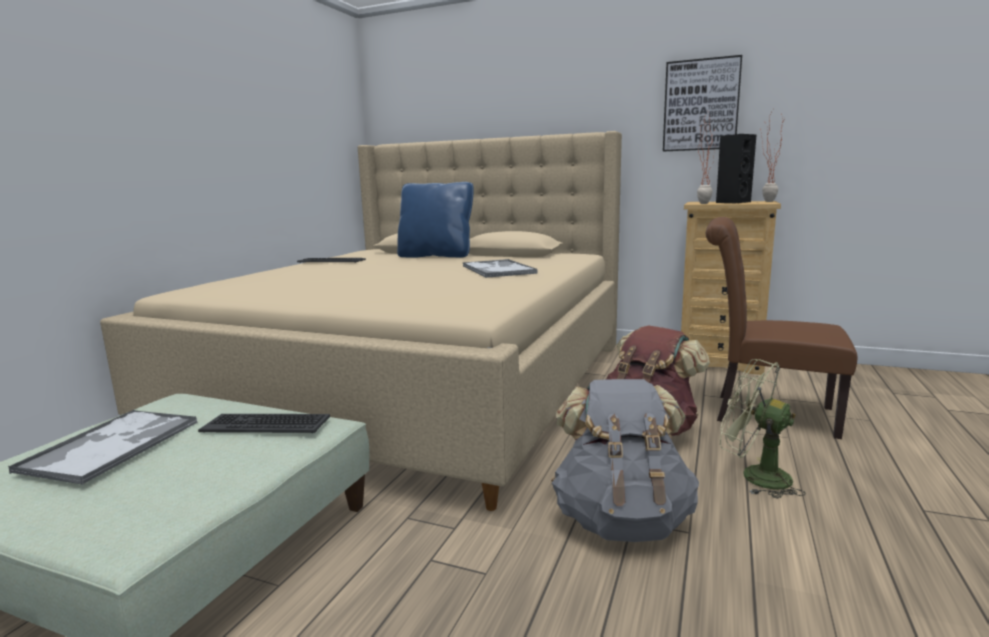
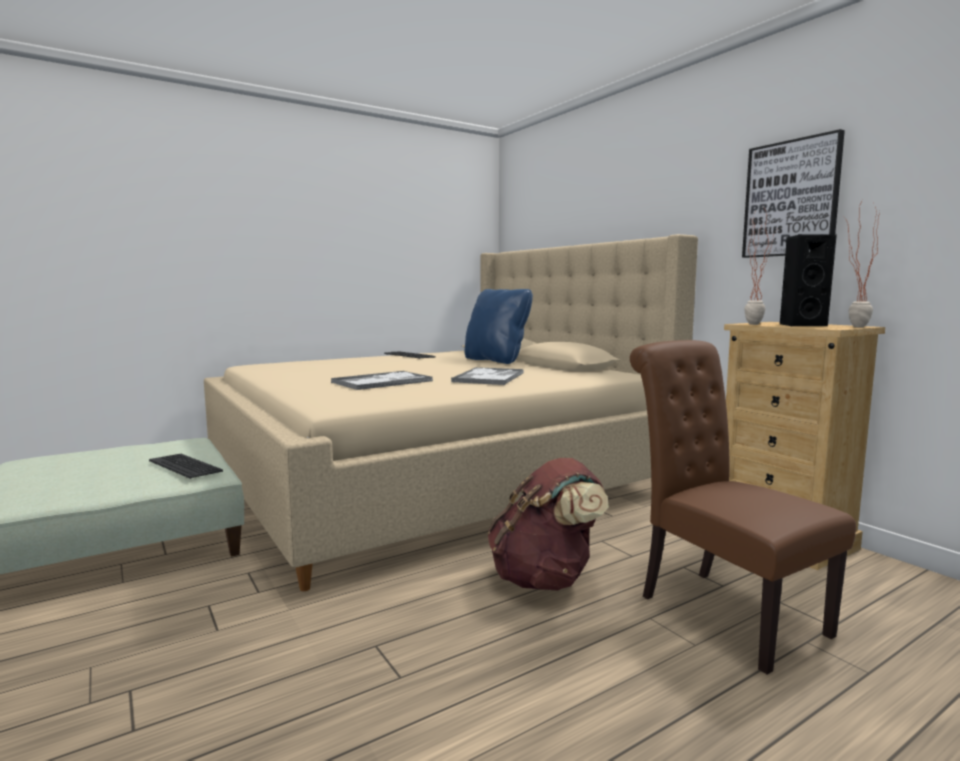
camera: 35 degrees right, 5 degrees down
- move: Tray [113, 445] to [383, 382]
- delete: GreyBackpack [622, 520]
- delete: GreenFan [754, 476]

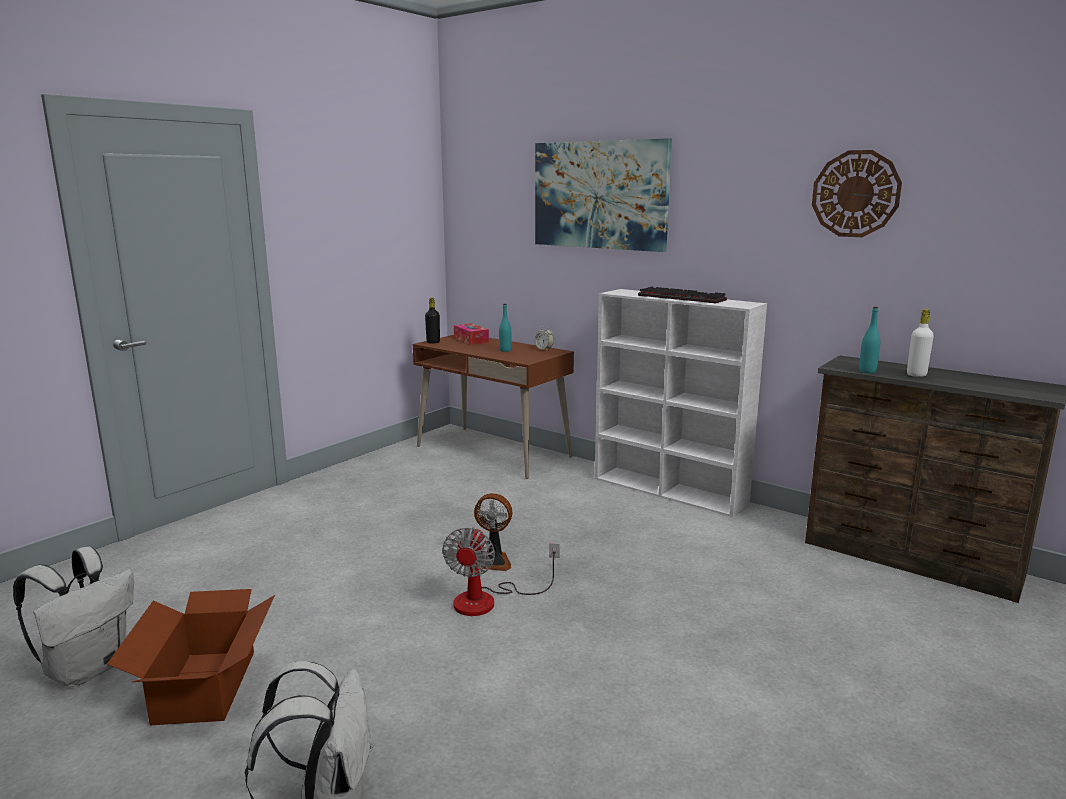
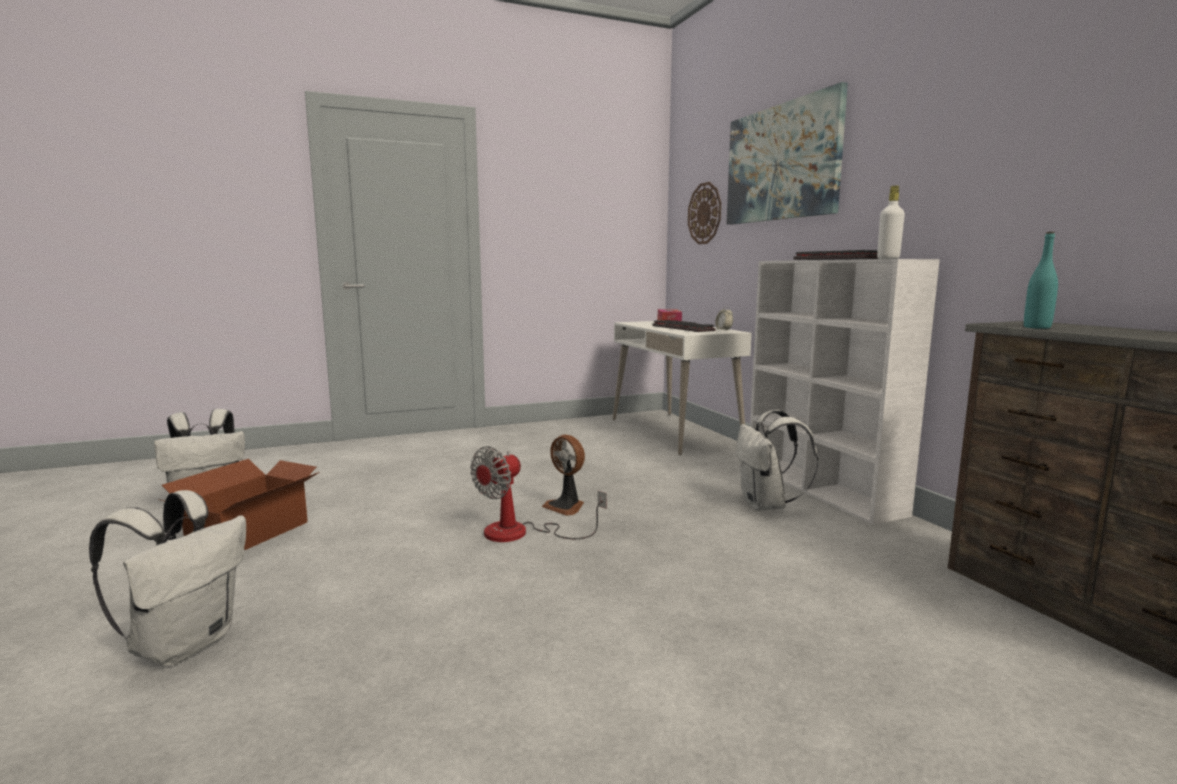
camera: 30 degrees right, 5 degrees down
- recolor: BrownDesk [493, 452] to WhiteDesk [674, 432]
- replace: TurquoiseBottle [505, 350] to Keyboard [684, 328]
- move: WallClock [855, 194] to [704, 213]
- insert: WhiteBackpack [766, 505]
- move: WhiteBottle [916, 375] to [888, 259]
- delete: BlackBottle [433, 342]

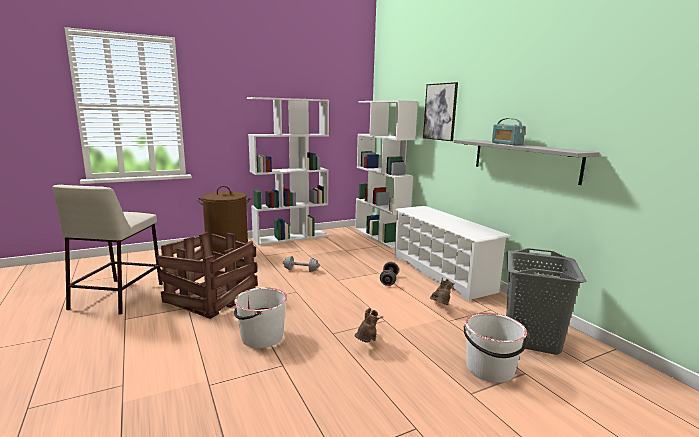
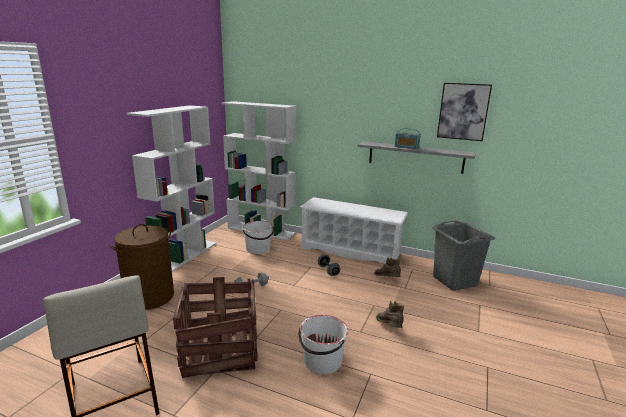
camera: 40 degrees left, 5 degrees up
- move: WhiteBucket [490, 369] to [258, 249]
- move: Picture [440, 112] to [463, 111]

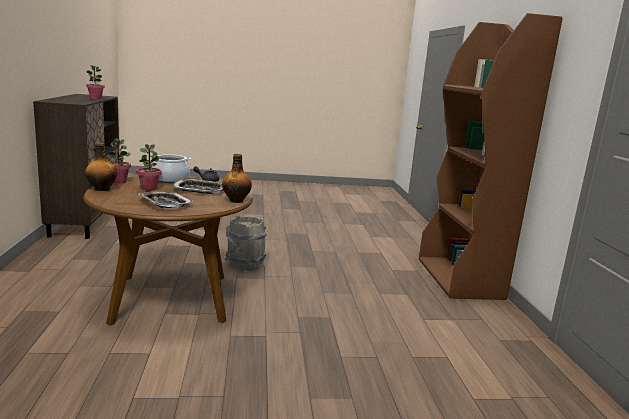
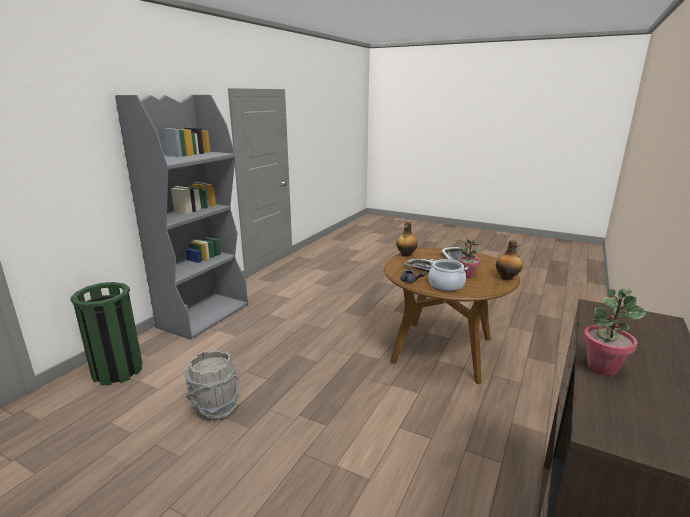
camera: 145 degrees left, 5 degrees up
- insert: GreenTrashCan [118, 371]
- recolor: BrownBookcase [460, 279] to GreyBookcase [204, 315]
- move: GreyBucket [245, 265] to [215, 407]
- delete: PottedPlant [119, 182]

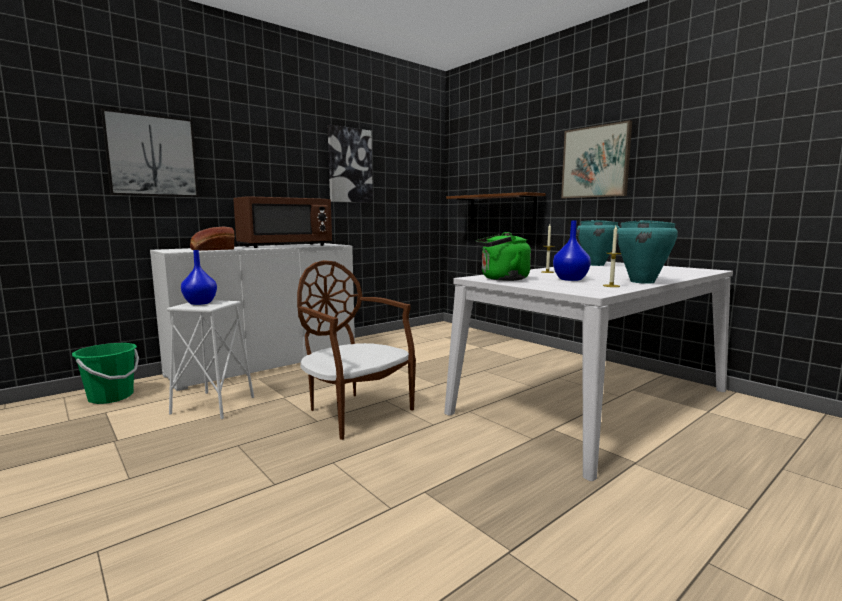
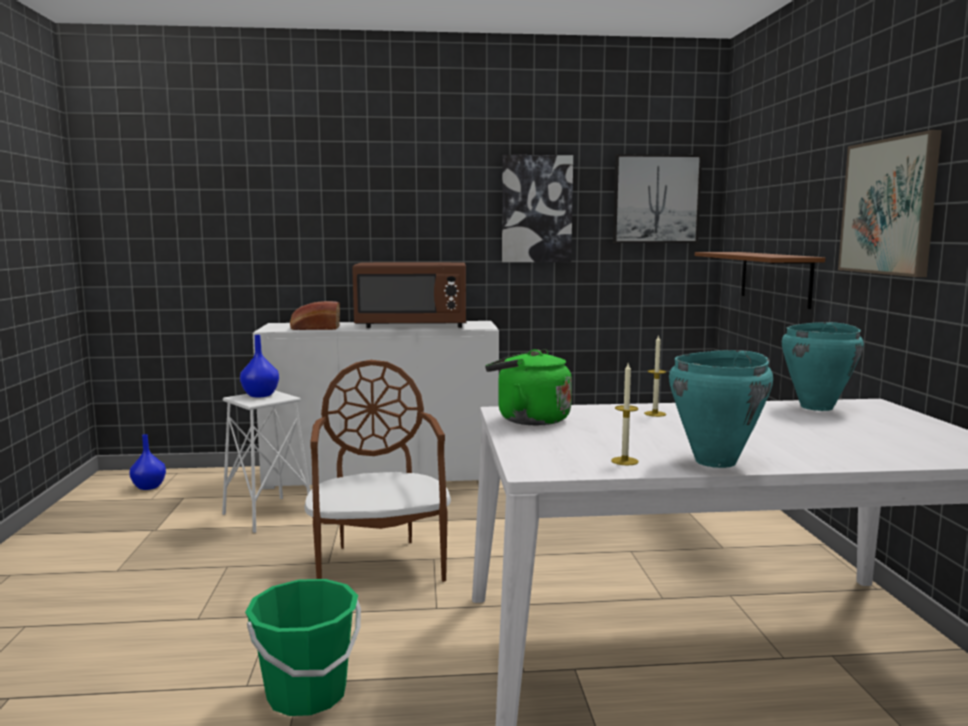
camera: 35 degrees right, 0 degrees up
- move: BlueVase [569, 279] to [148, 487]
- move: GreenBucket [111, 397] to [307, 694]
- move: Picture [152, 156] to [656, 199]

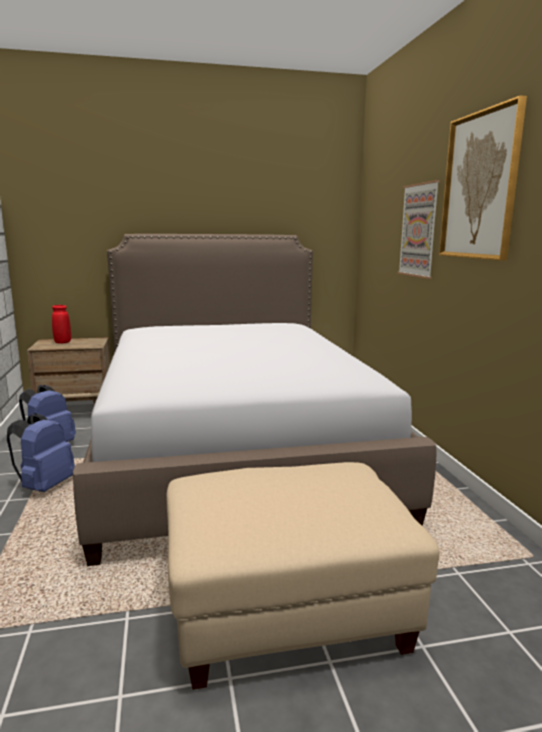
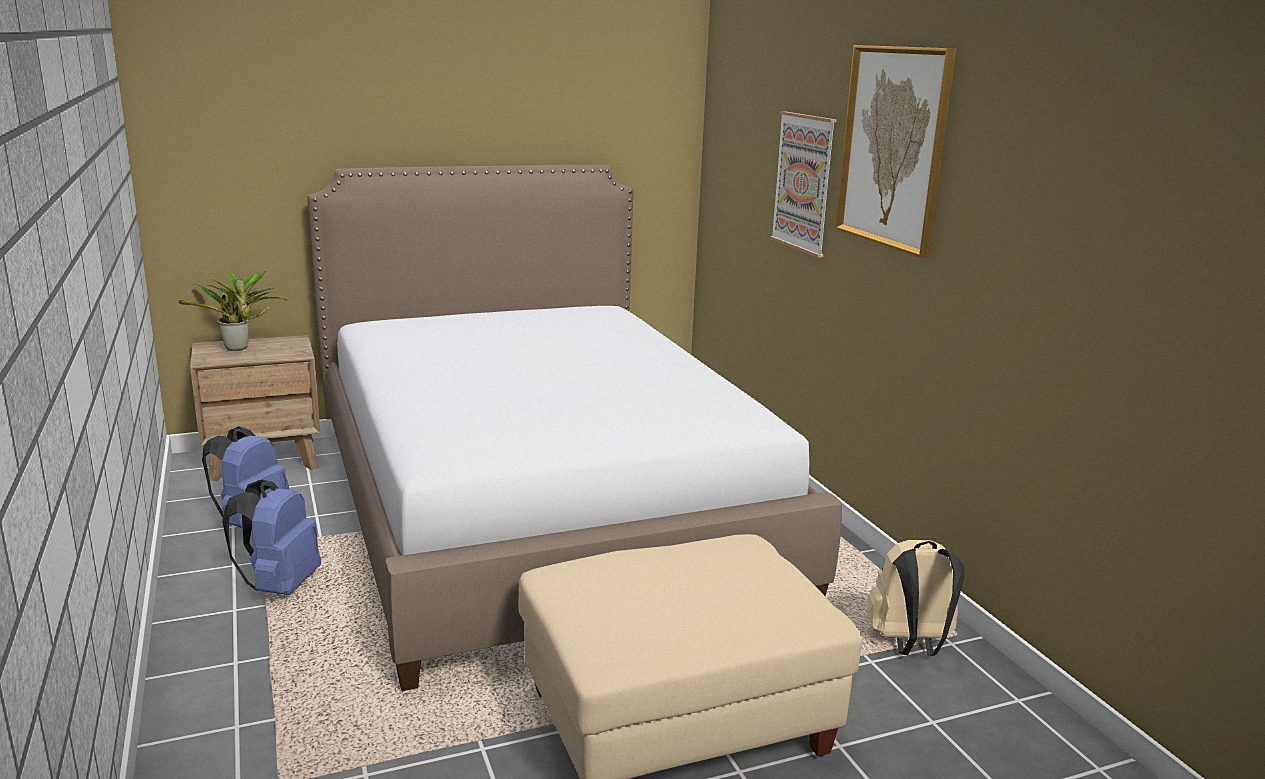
camera: 10 degrees left, 5 degrees up
- replace: RedVase [63, 342] to PottedPlant [239, 348]
- insert: BeigeBackpack [910, 644]

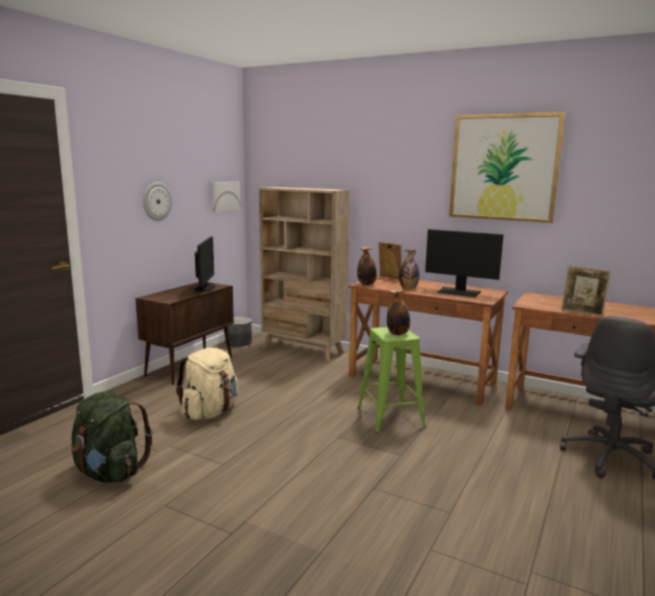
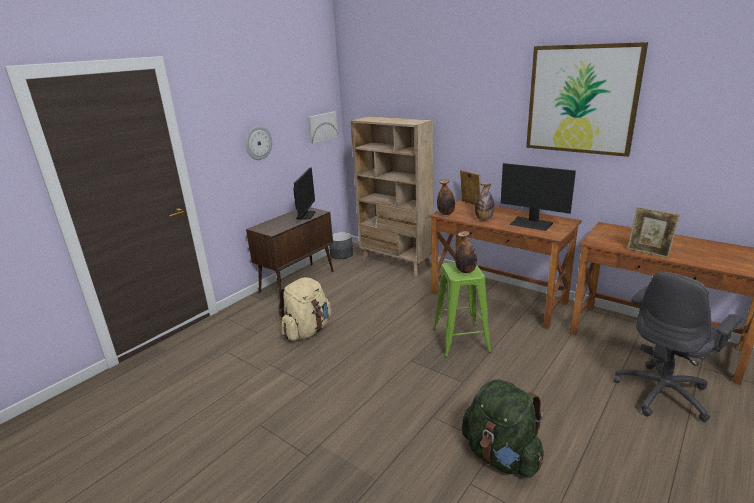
camera: 10 degrees right, 10 degrees up
- move: GreenBackpack [109, 472] to [501, 456]

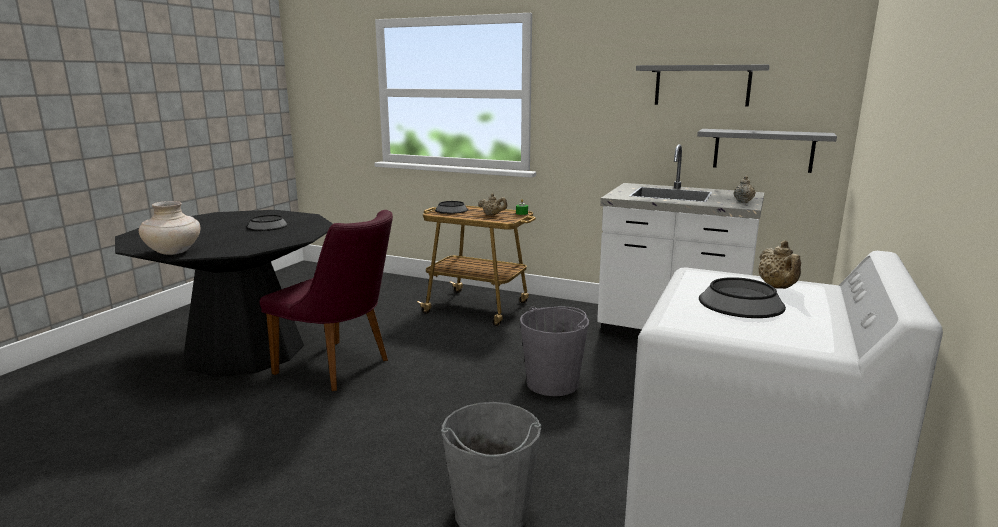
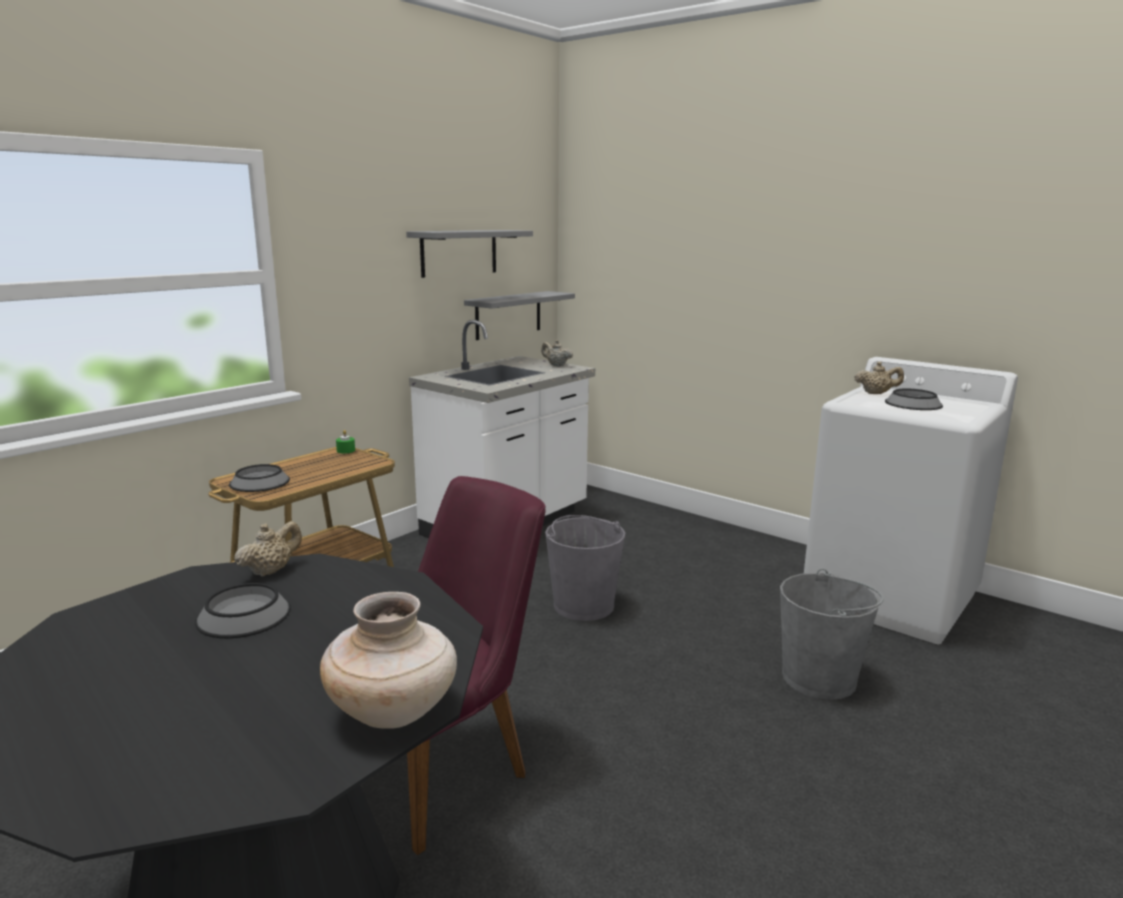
camera: 75 degrees left, 0 degrees up
- move: BeigeTeapot [492, 215] to [271, 571]

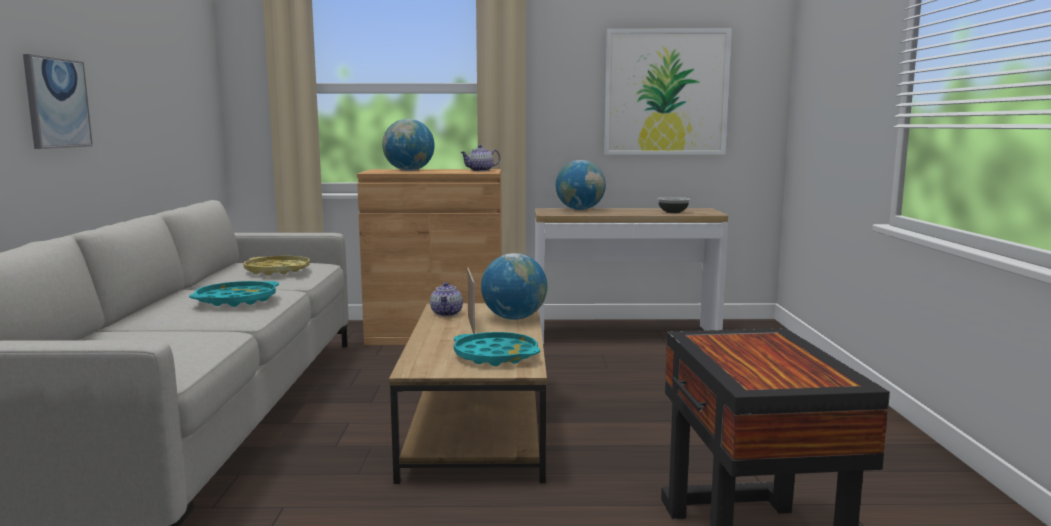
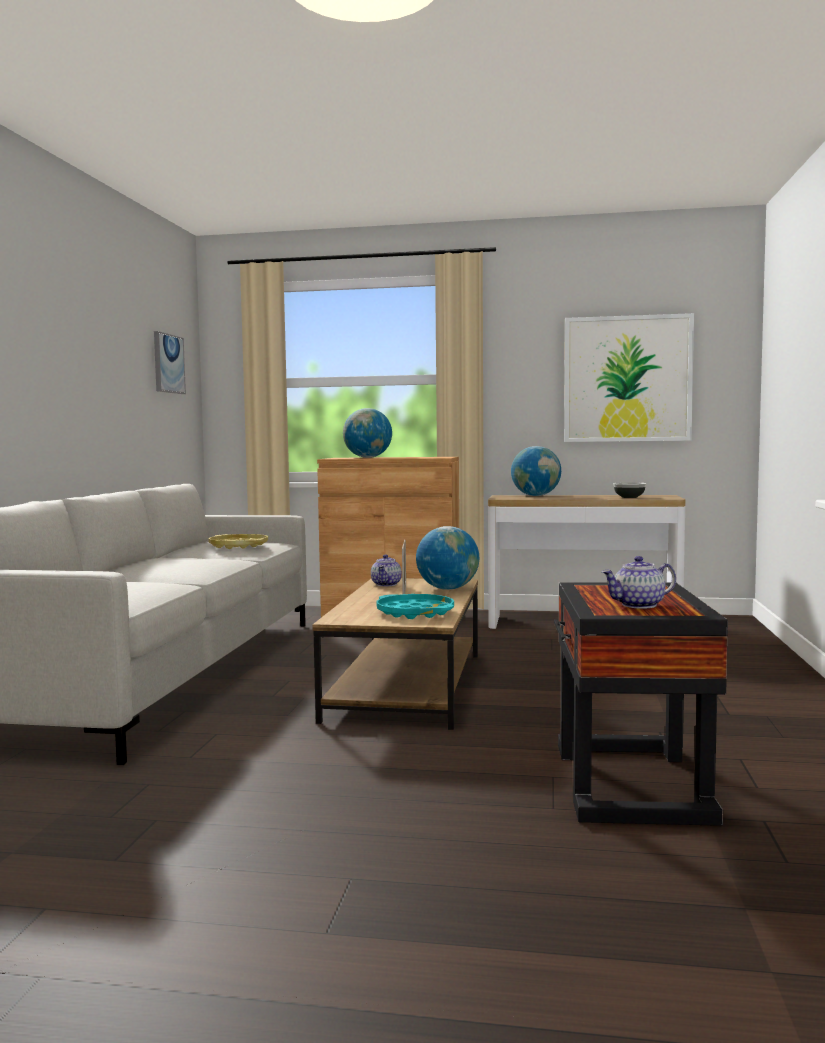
camera: 10 degrees right, 5 degrees down
- move: Picture [57, 103] to [168, 363]
- move: Teapot [480, 170] to [638, 605]
- delete: TurquoiseTray [236, 300]

